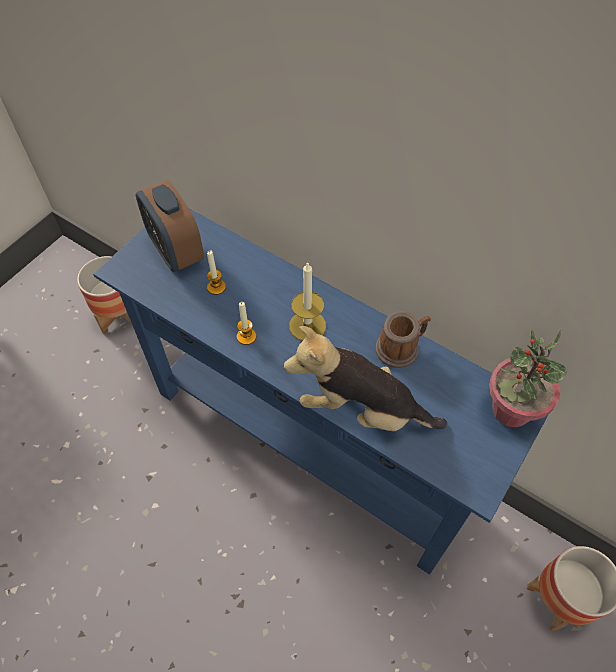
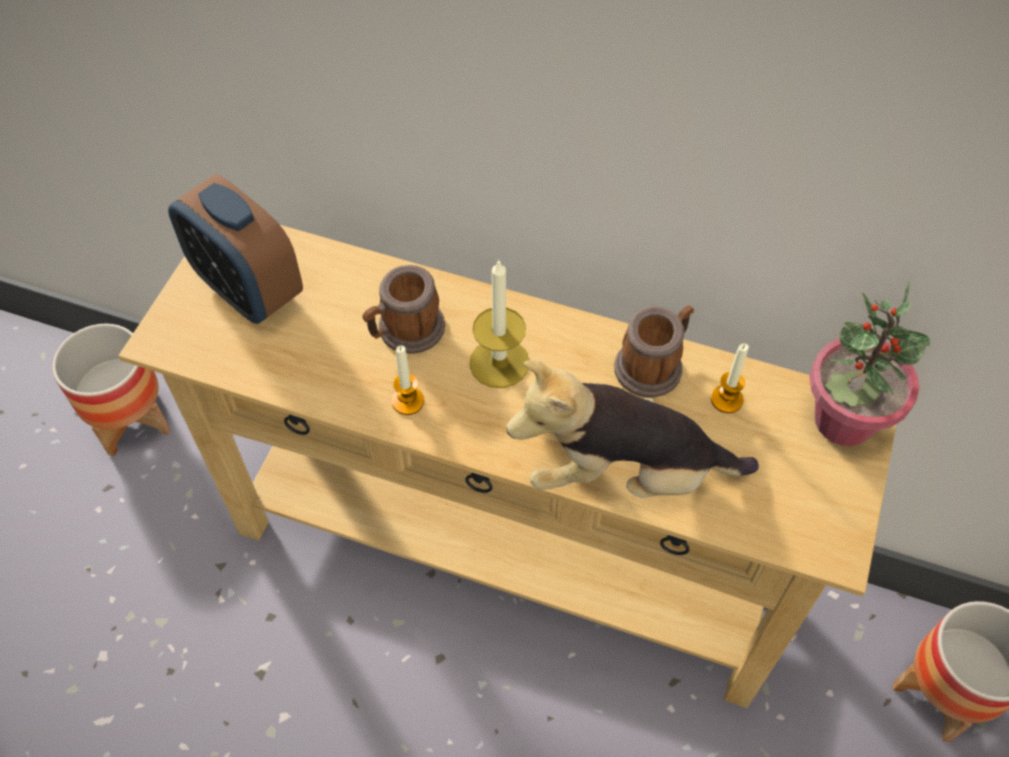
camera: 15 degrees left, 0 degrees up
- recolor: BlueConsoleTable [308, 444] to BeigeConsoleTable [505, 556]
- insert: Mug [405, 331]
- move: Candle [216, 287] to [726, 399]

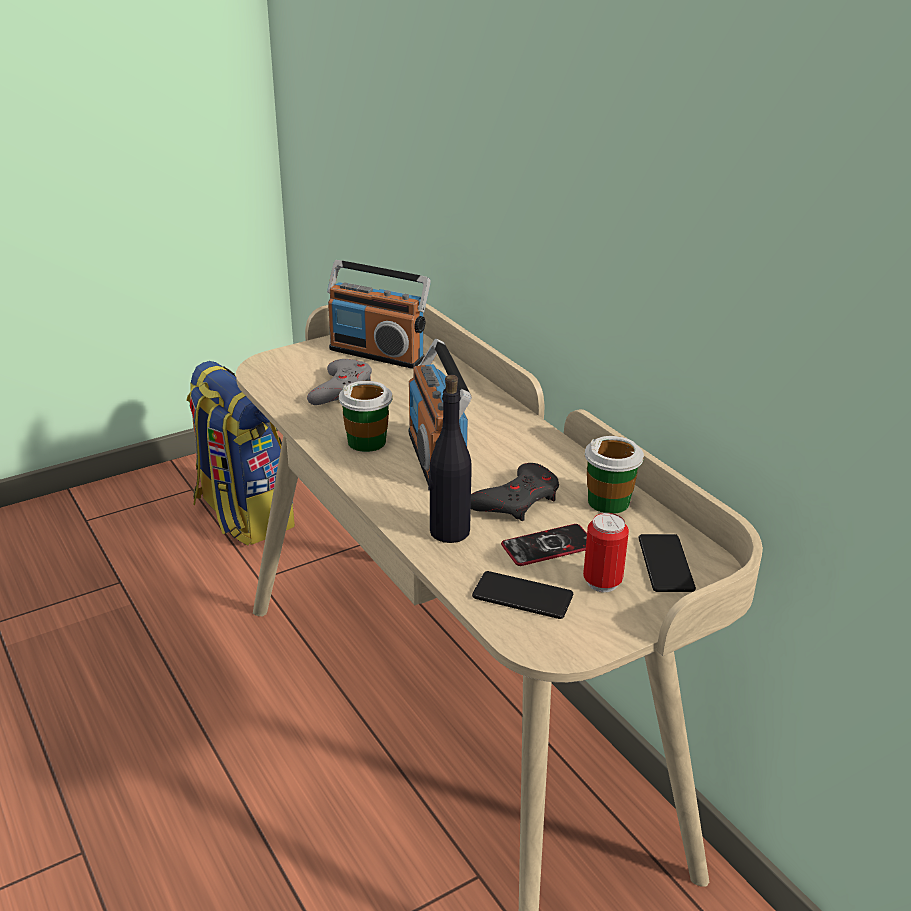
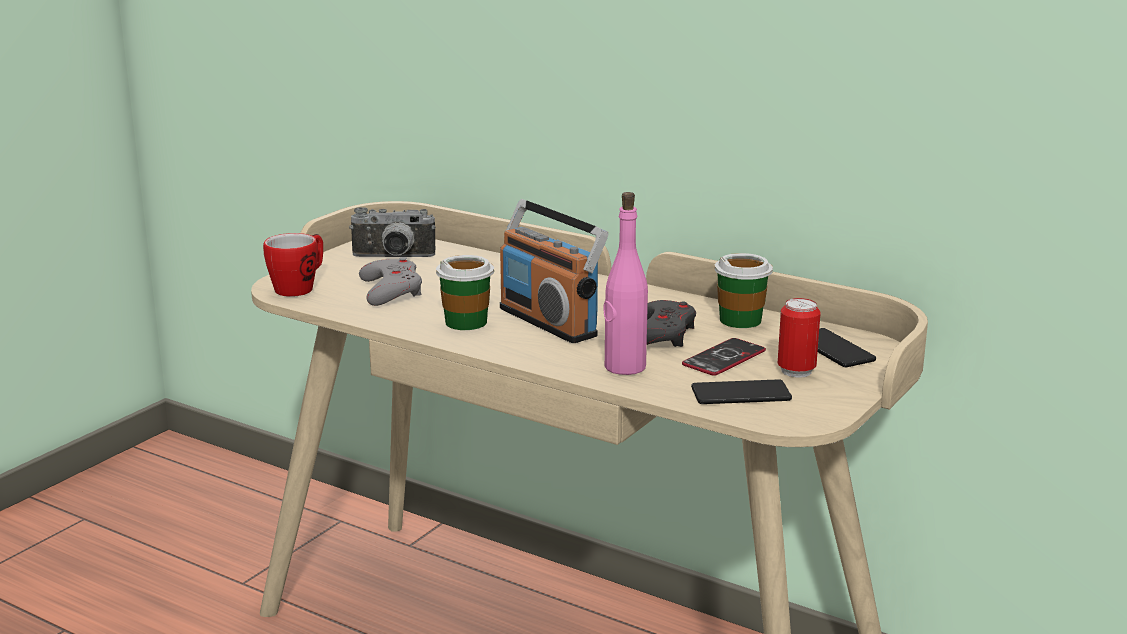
camera: 25 degrees left, 10 degrees down
- insert: Mug [300, 288]
- replace: Radio [377, 354] to PhotoCamera [393, 258]
- recolor: BlackBottle [449, 531] to PinkBottle [624, 367]
- delete: Backpack [242, 515]

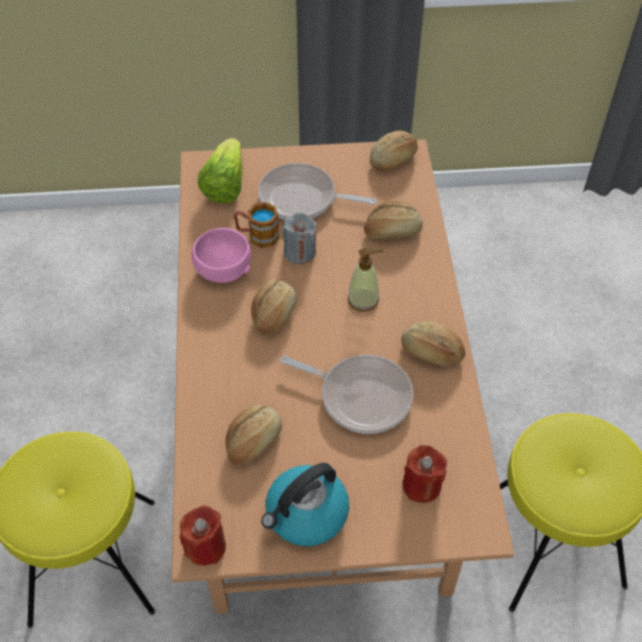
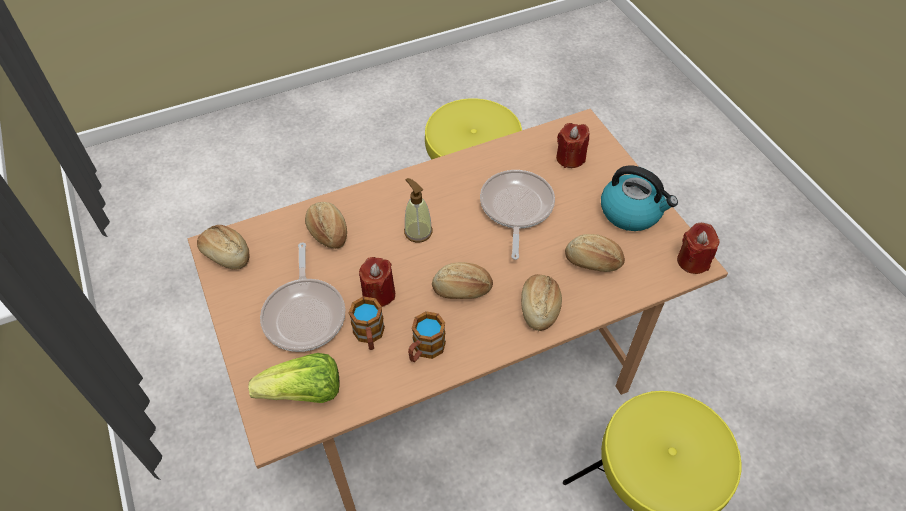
camera: 110 degrees left, 0 degrees up
- recolor: GreyCandle [299, 252] to RedCandle [378, 294]
- replace: PinkBowl [222, 269] to Mug [425, 350]
- move: Bread [431, 353] to [539, 307]

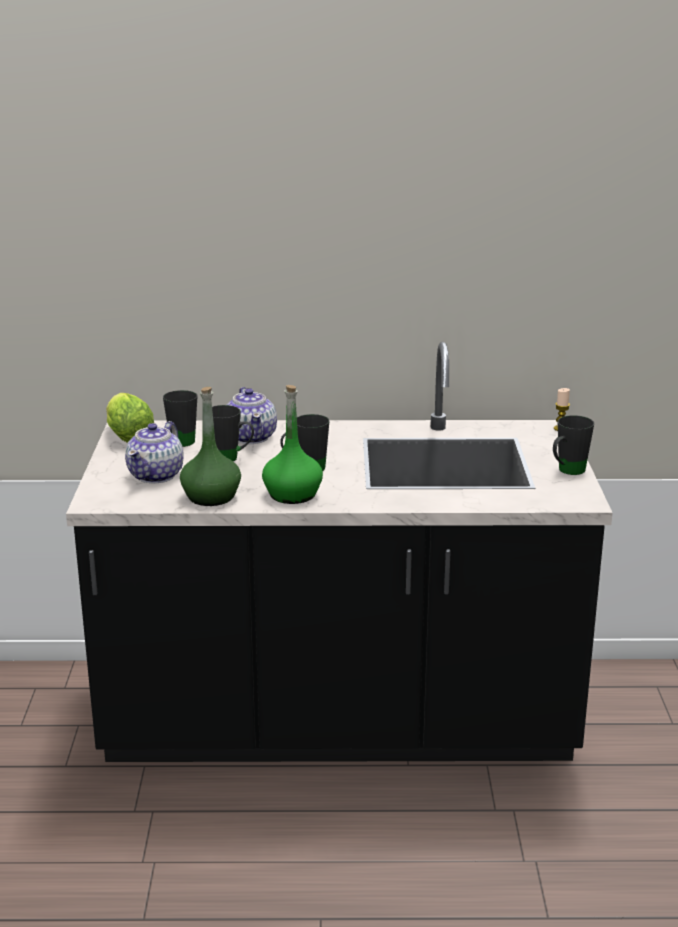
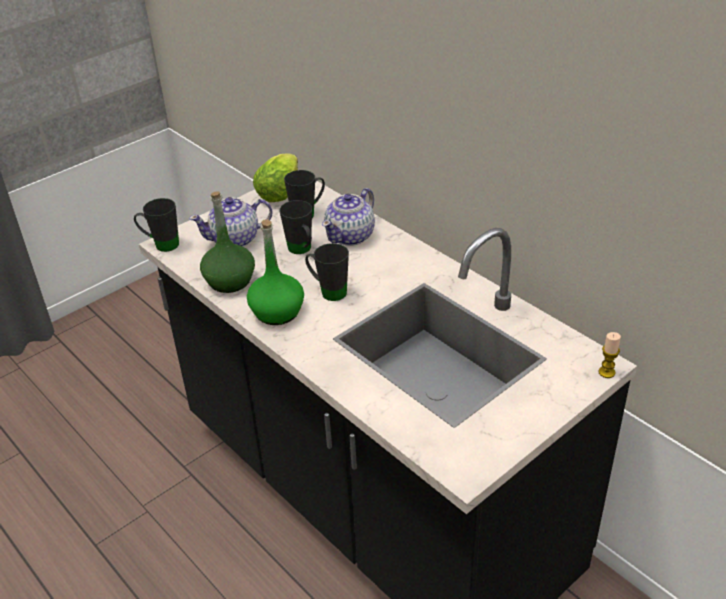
camera: 50 degrees right, 15 degrees up
- move: BlackMug [567, 471] to [161, 245]

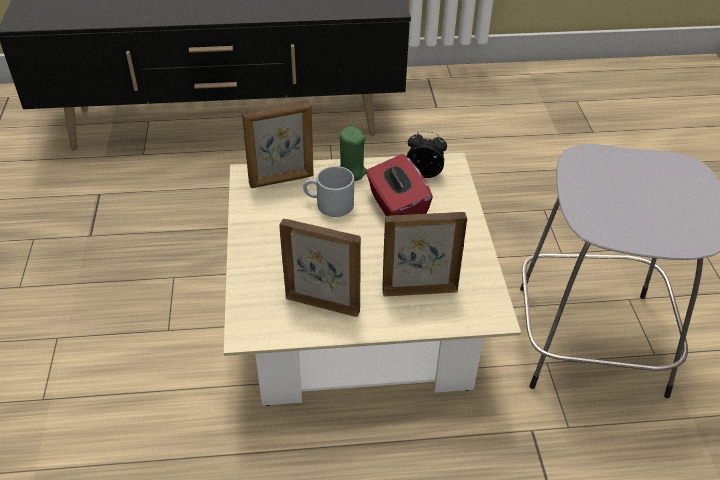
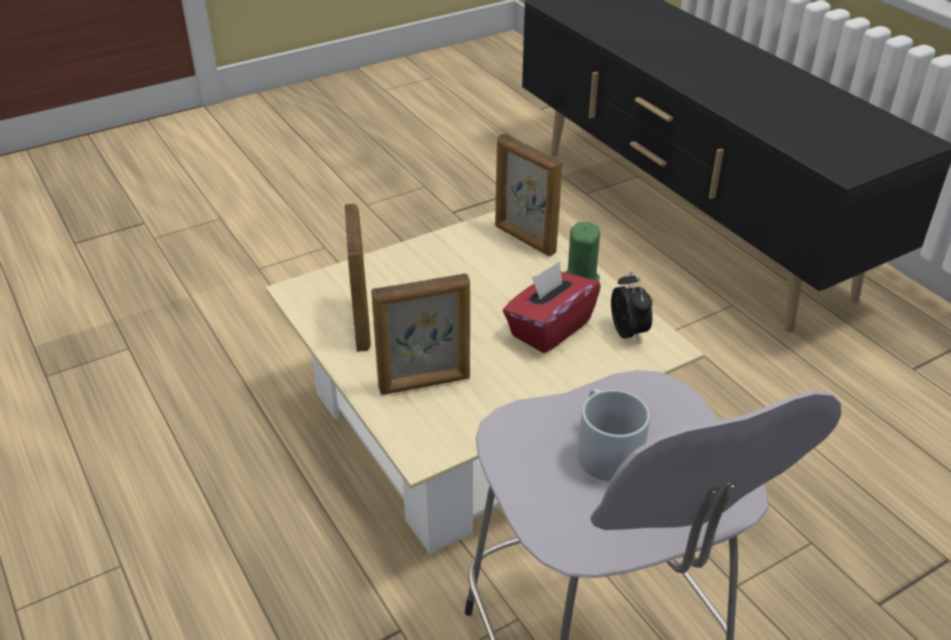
camera: 65 degrees right, 5 degrees down
- rotate: PictureFrame [419, 290] = [425, 384] 105 degrees clockwise
- move: GreyMug [328, 204] to [604, 449]

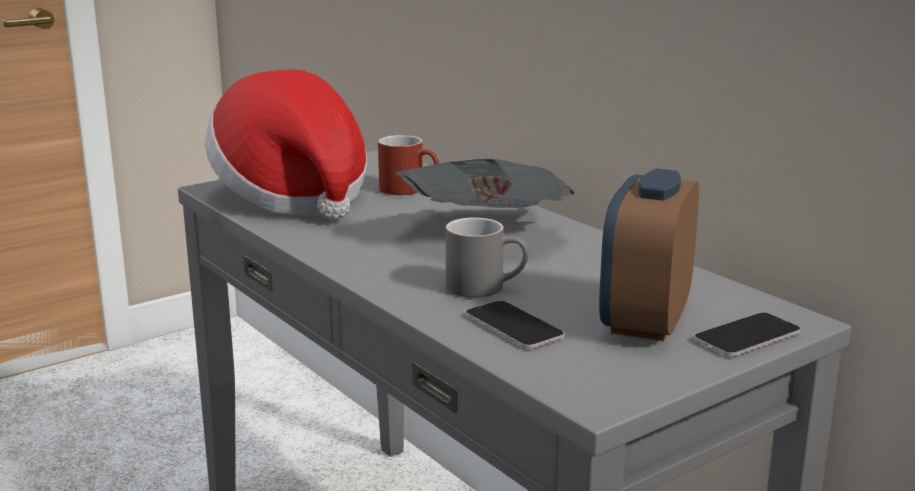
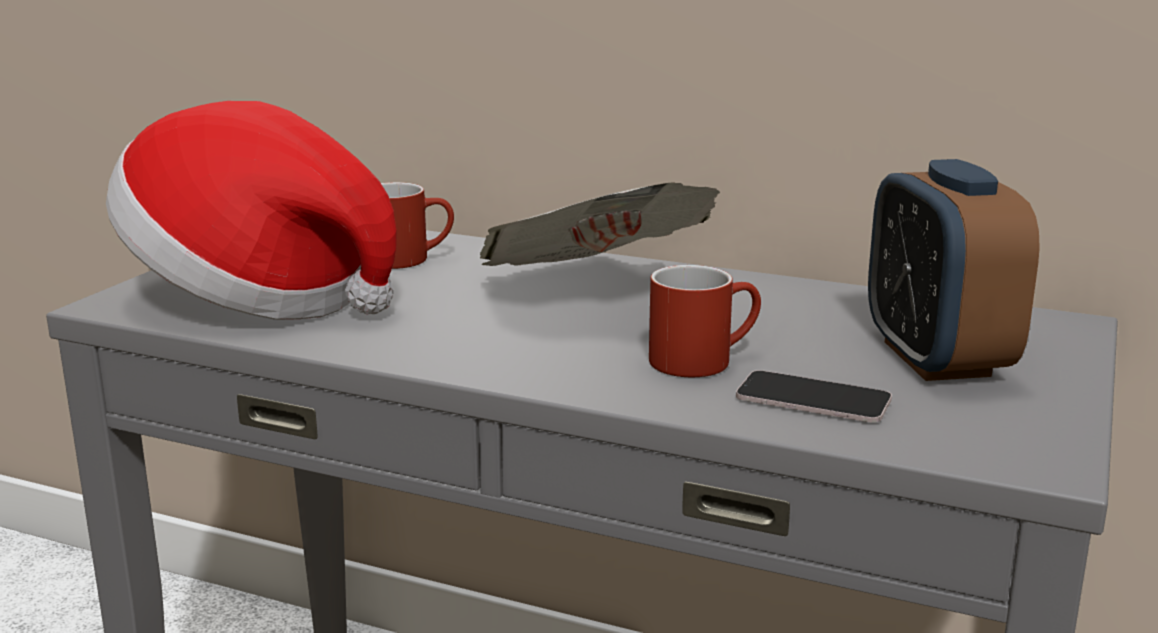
camera: 30 degrees left, 0 degrees up
- recolor: GreyMug [486, 287] to RedMug [703, 359]
- delete: Phone [747, 336]

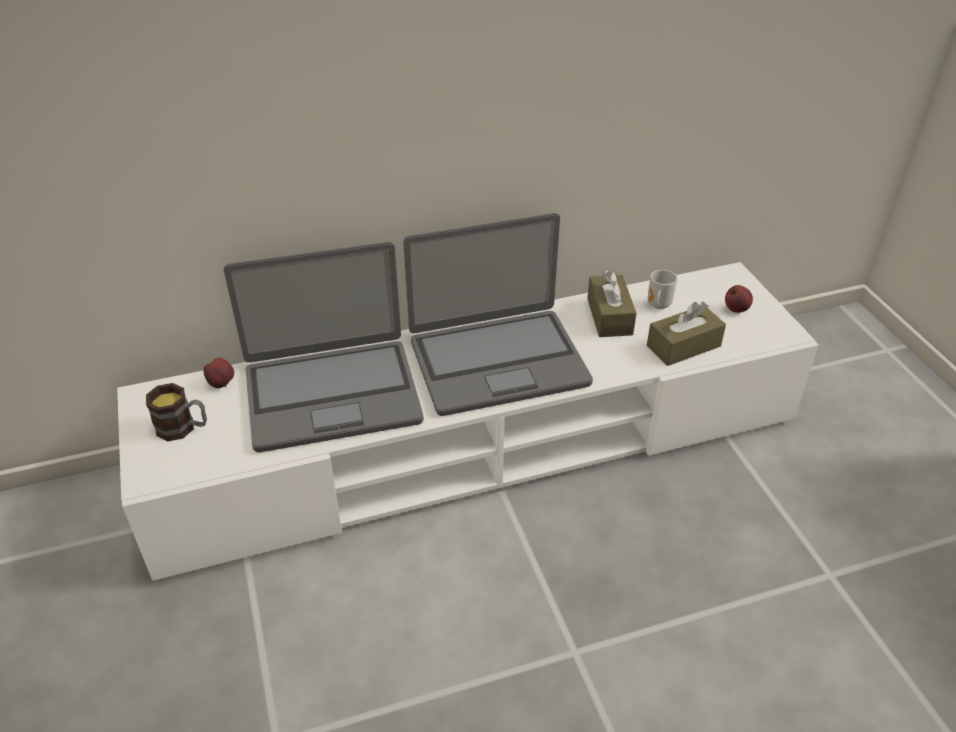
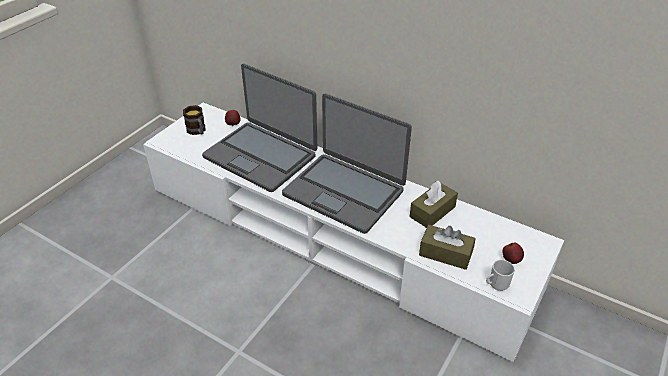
camera: 50 degrees right, 0 degrees up
- move: Mug [657, 306] to [496, 285]

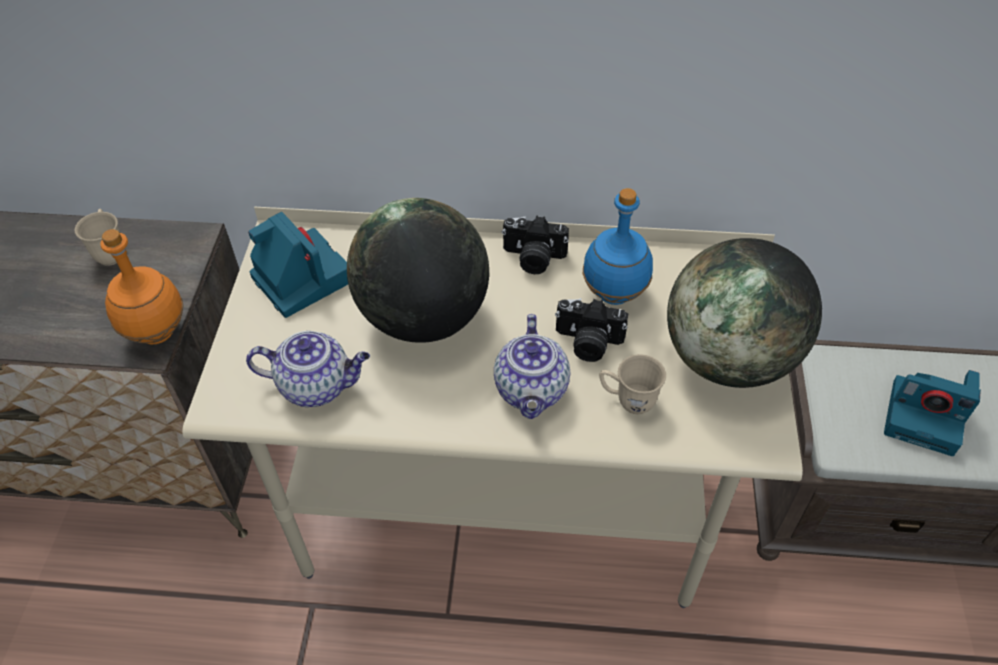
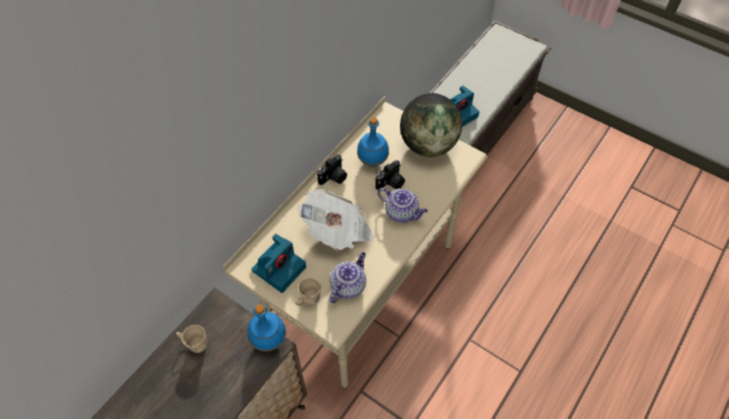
camera: 60 degrees left, 5 degrees up
- recolor: OrangeBottle [158, 333] to BlueBottle [269, 340]
- rotate: PhotoCamera [300, 278] = [279, 268] 135 degrees clockwise
- move: BeigeMug [627, 400] to [308, 300]
- replace: Globe [424, 317] to Newspaper [338, 231]

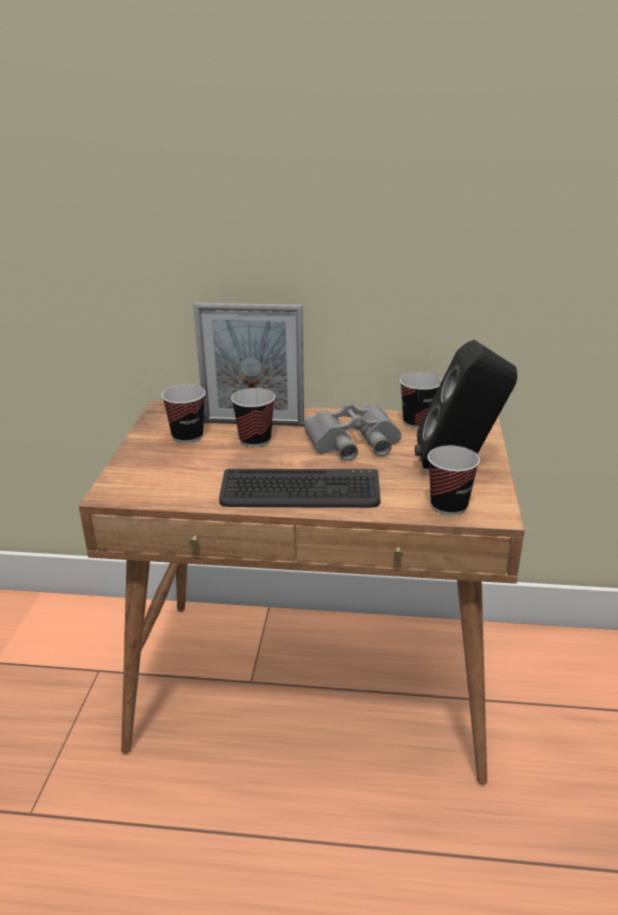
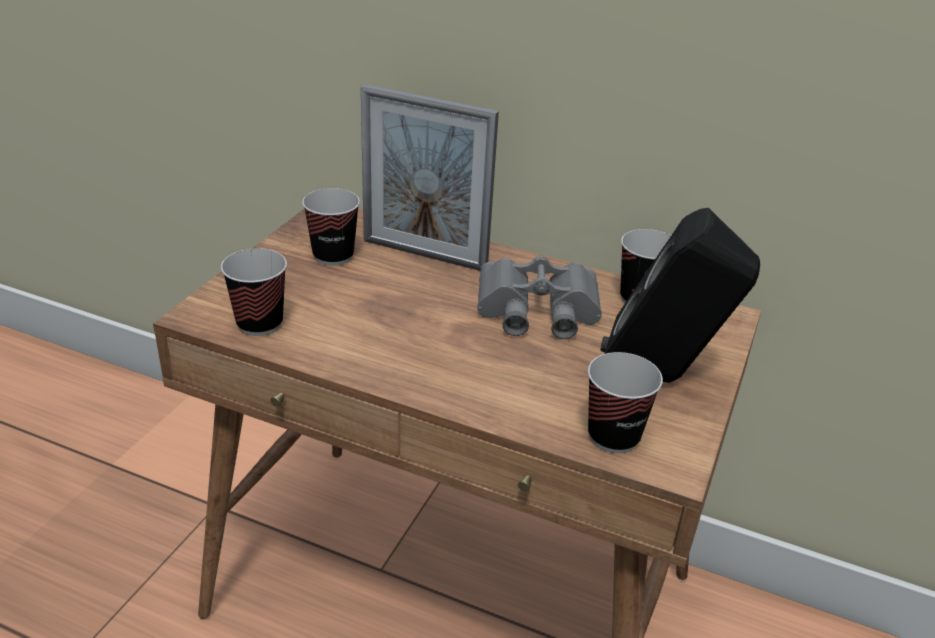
camera: 15 degrees right, 5 degrees up
- move: Cup [255, 440] to [259, 323]
- delete: Keyboard [300, 491]

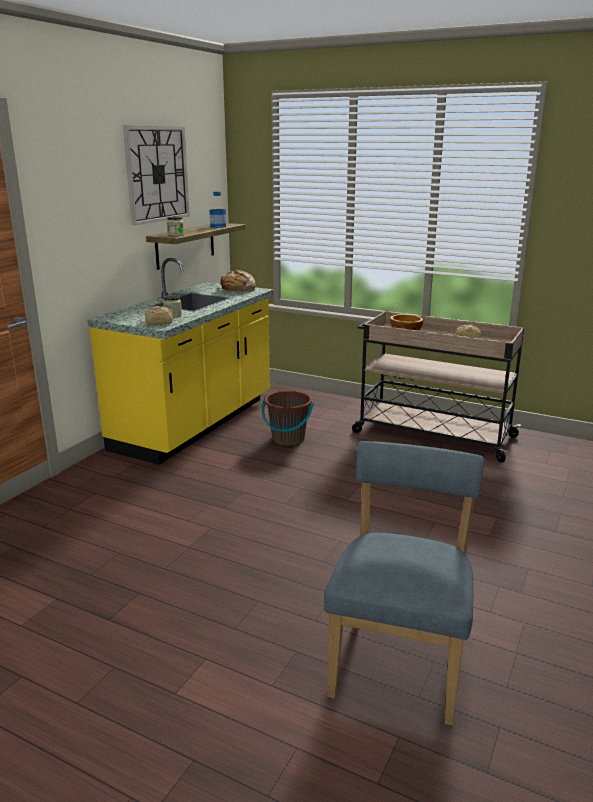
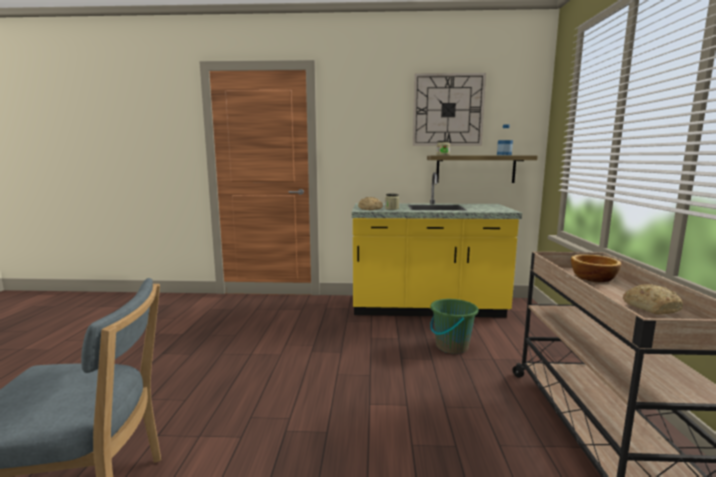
camera: 65 degrees right, 10 degrees down
- recolor: BrownBucket [288, 439] to GreenBucket [451, 346]
- delete: Bread [237, 290]

